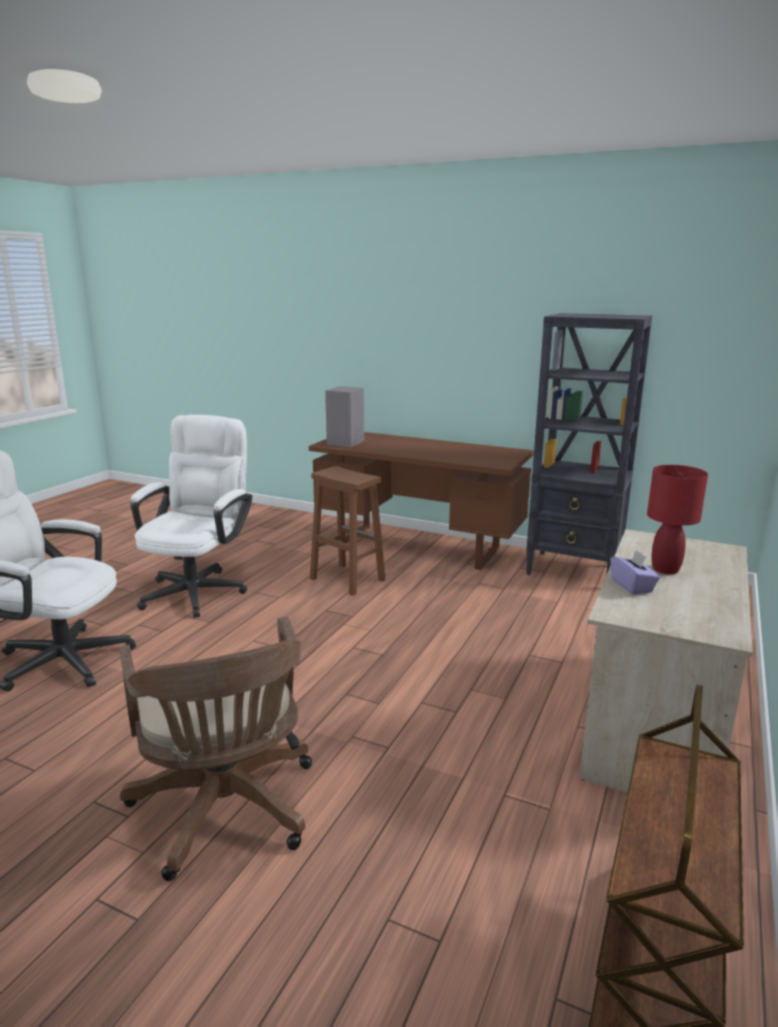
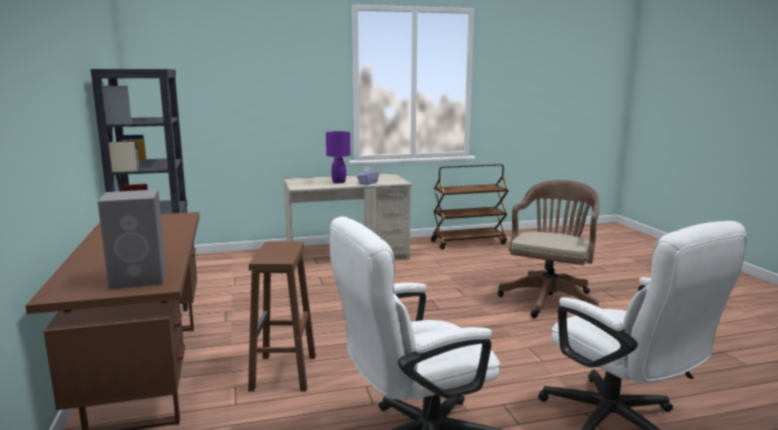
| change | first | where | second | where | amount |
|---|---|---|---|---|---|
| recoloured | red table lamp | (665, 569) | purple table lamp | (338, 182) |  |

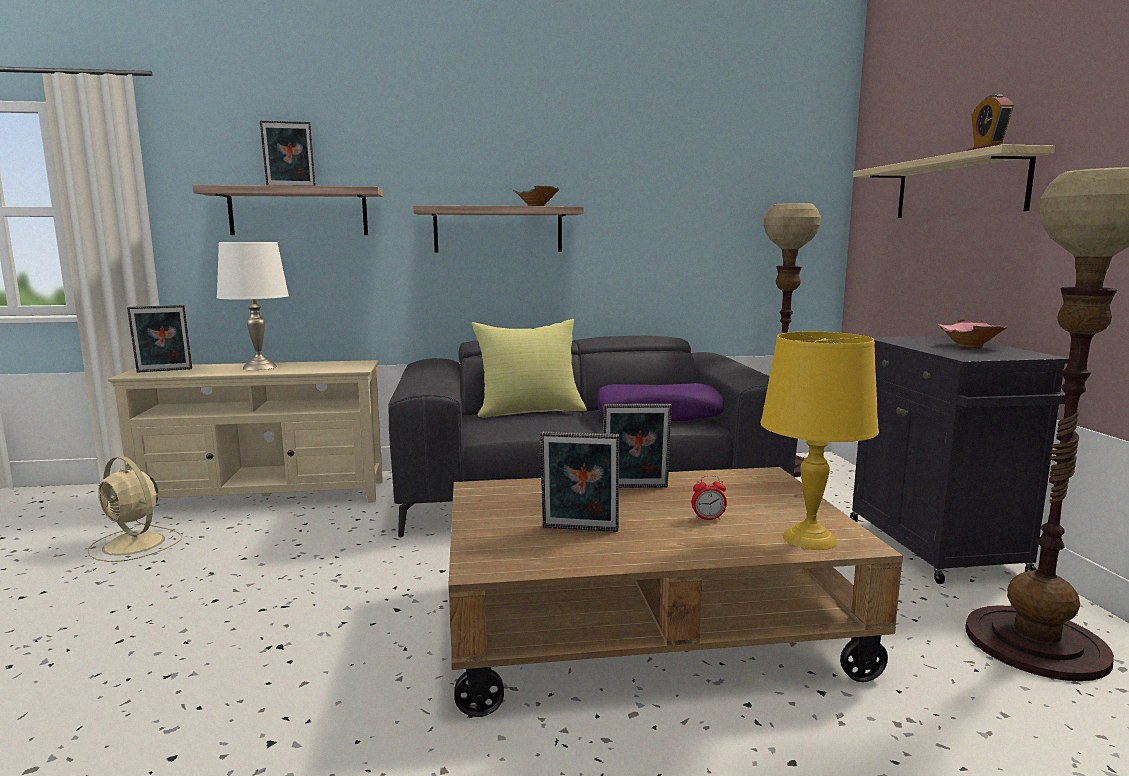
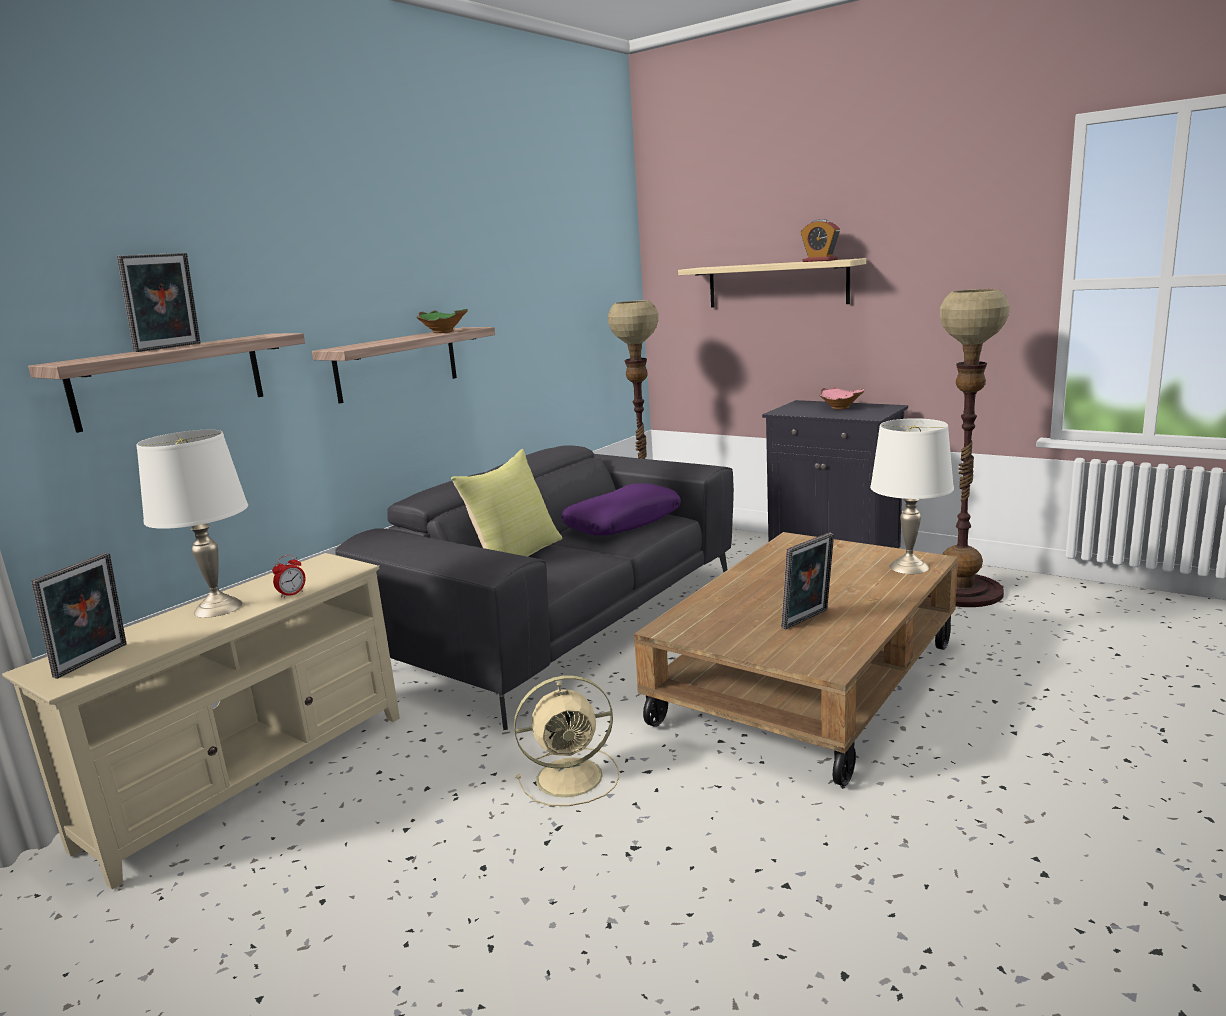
| change | first | where | second | where | amount |
|---|---|---|---|---|---|
| removed | picture frame | (635, 488) |  |  |  |
| moved | beige-coloured electric fan | (135, 544) |  | (572, 776) |  |
| moved | table clock | (708, 518) |  | (292, 594) |  |
| recoloured | yellow table lamp | (809, 539) | whitish table lamp | (909, 567) |  |

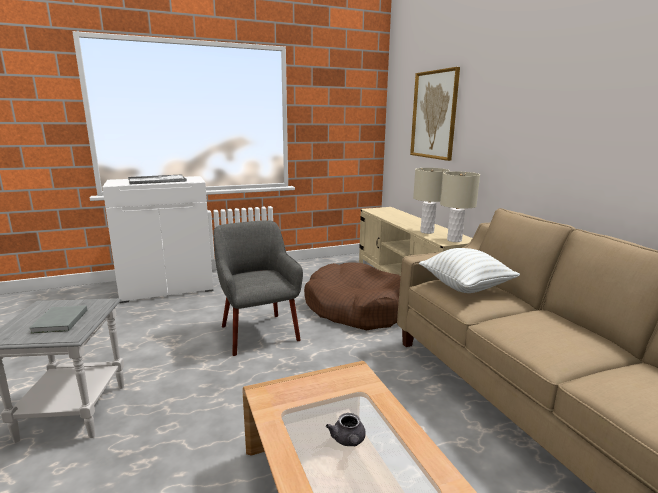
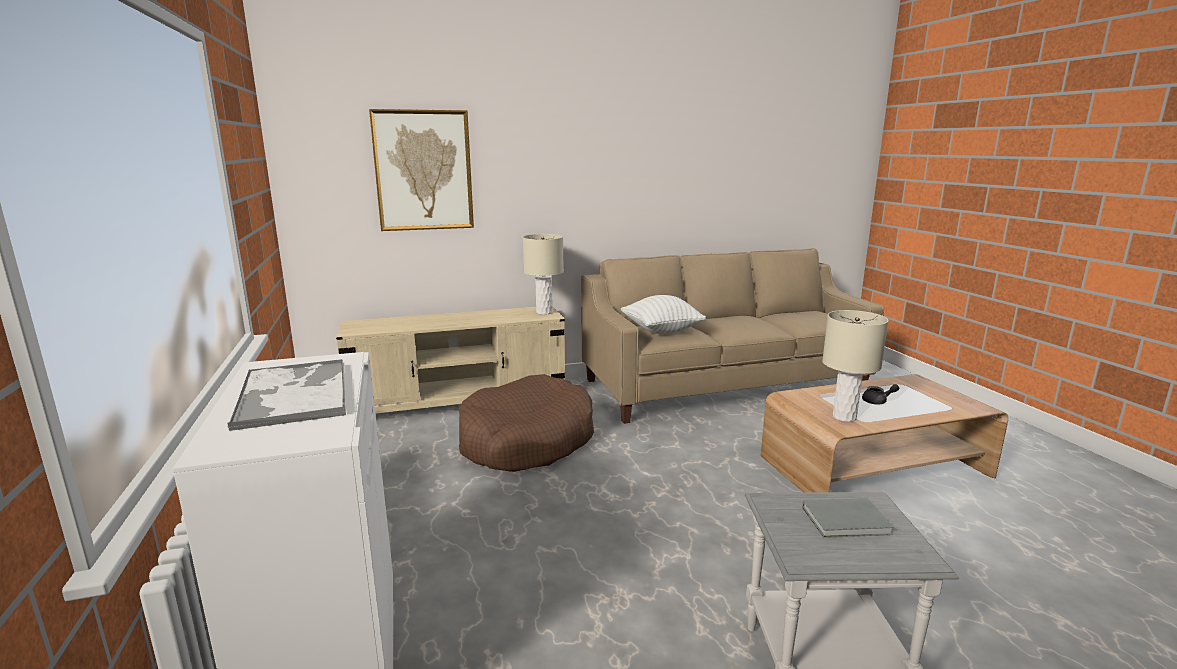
| change | first | where | second | where | amount |
|---|---|---|---|---|---|
| removed | greyish lounge chair | (258, 332) |  |  |  |
| moved | beige-coloured table lamp | (427, 232) |  | (844, 417) |  |

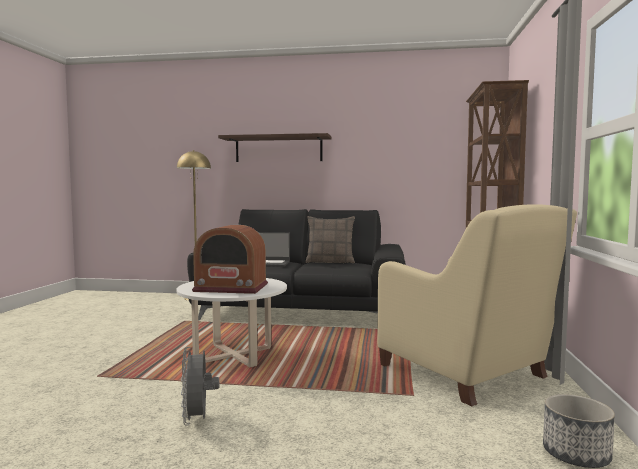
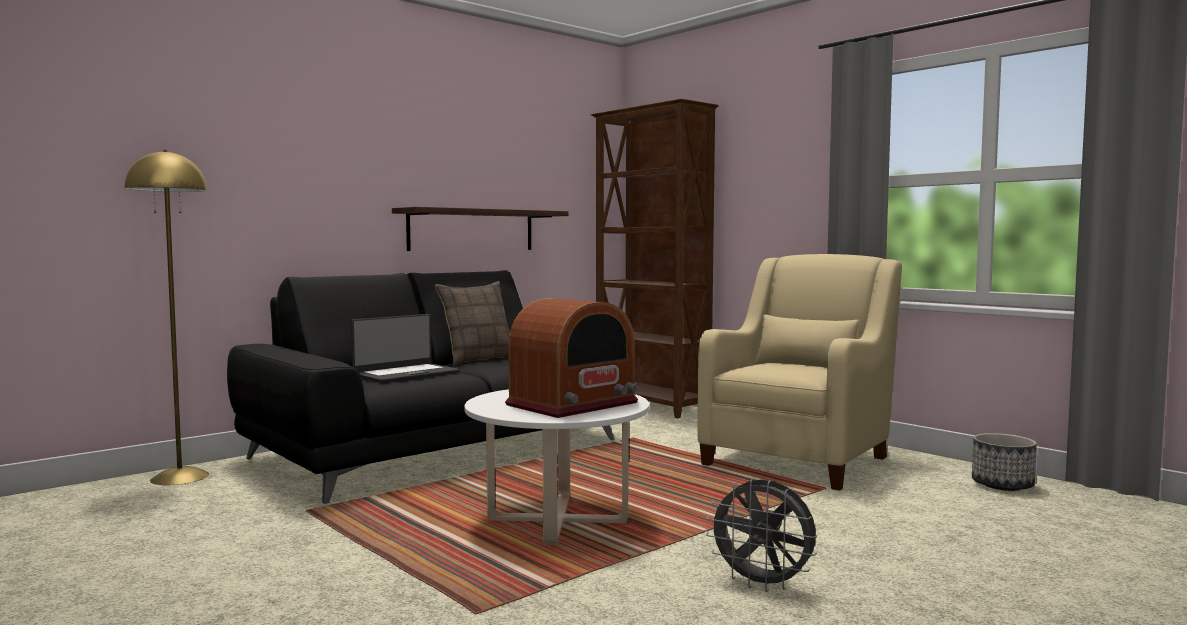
| change | first | where | second | where | amount |
|---|---|---|---|---|---|
| moved | shelf | (278, 149) |  | (472, 230) |  |
| turned | beige-coloured lounge chair | (467, 374) |  | (799, 459) | 60 degrees counterclockwise |

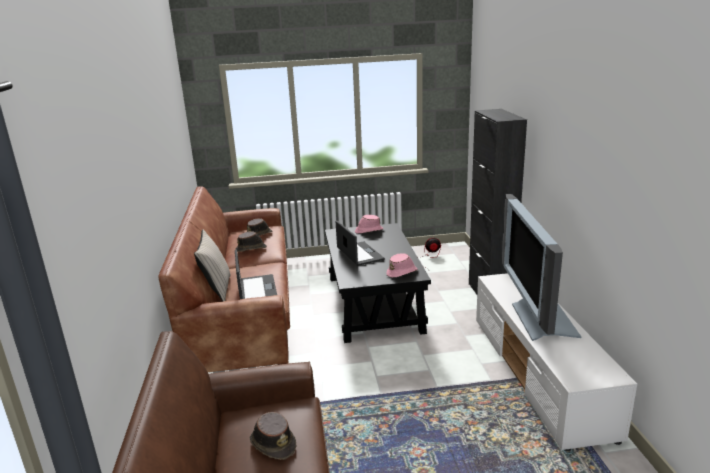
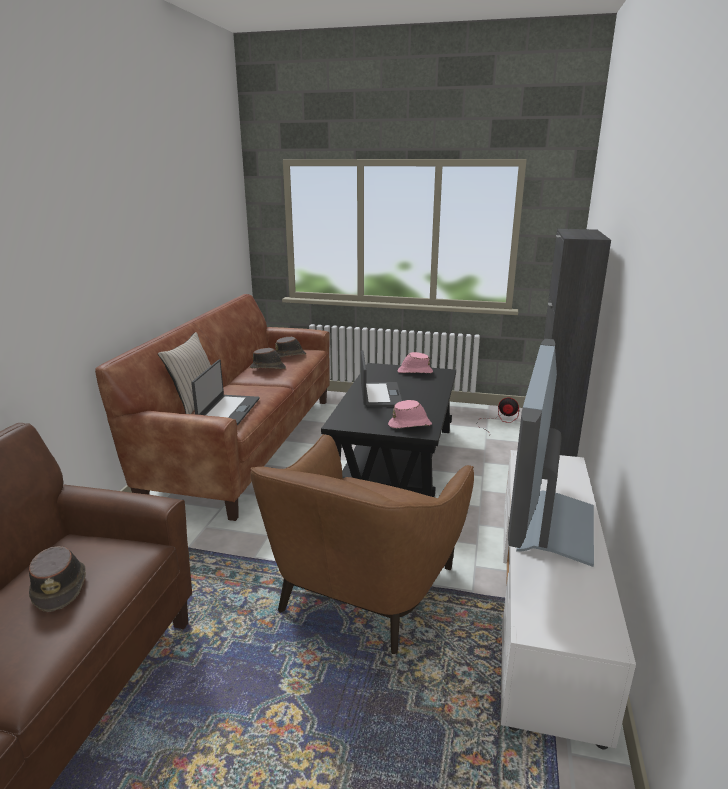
| change | first | where | second | where | amount |
|---|---|---|---|---|---|
| added |  |  | brown lounge chair | (363, 588) |  |

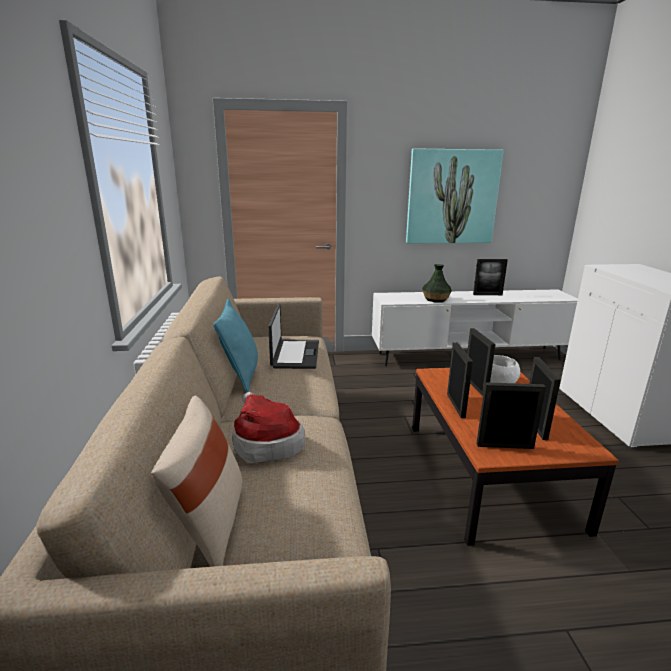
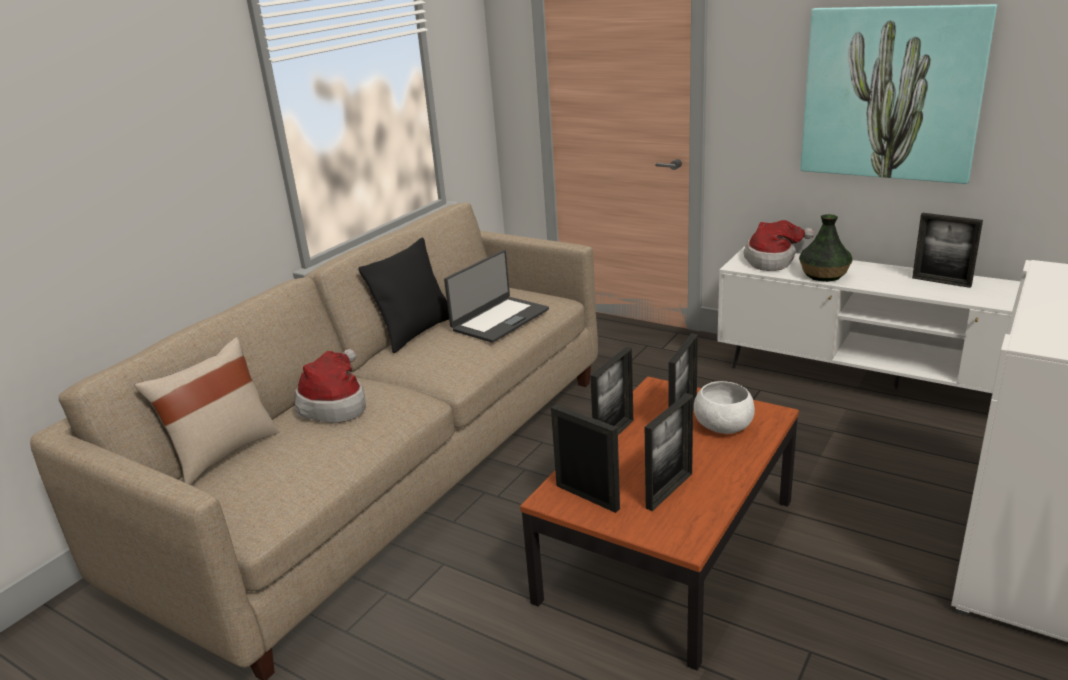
| change | first | where | second | where | amount |
|---|---|---|---|---|---|
| added |  |  | clothing hat | (773, 260) |  |
| recoloured | blue-green pillow | (241, 376) | blackish pillow | (415, 332) |  |

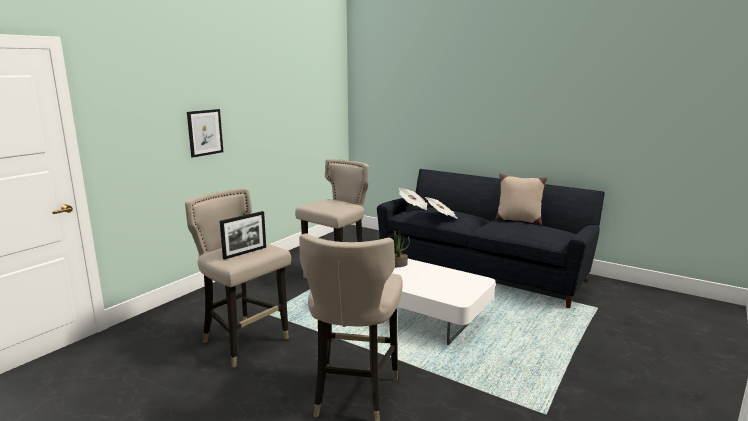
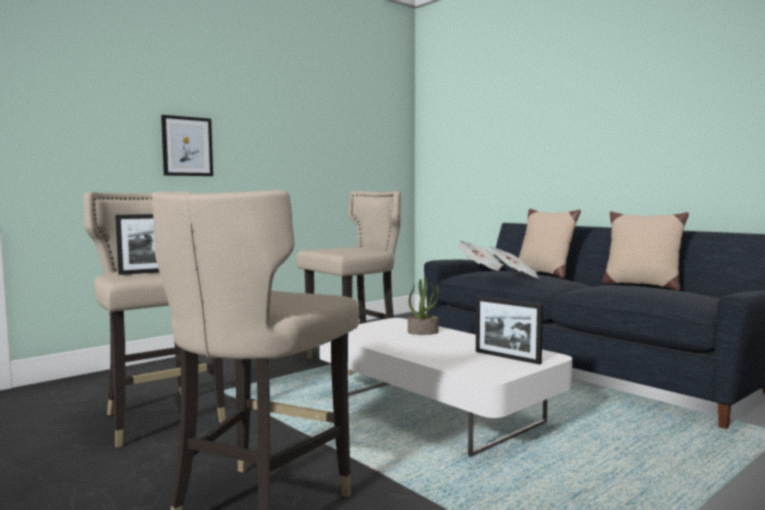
| change | first | where | second | where | amount |
|---|---|---|---|---|---|
| added |  |  | picture frame | (507, 357) |  |
| added |  |  | beige-coloured pillow | (544, 273) |  |

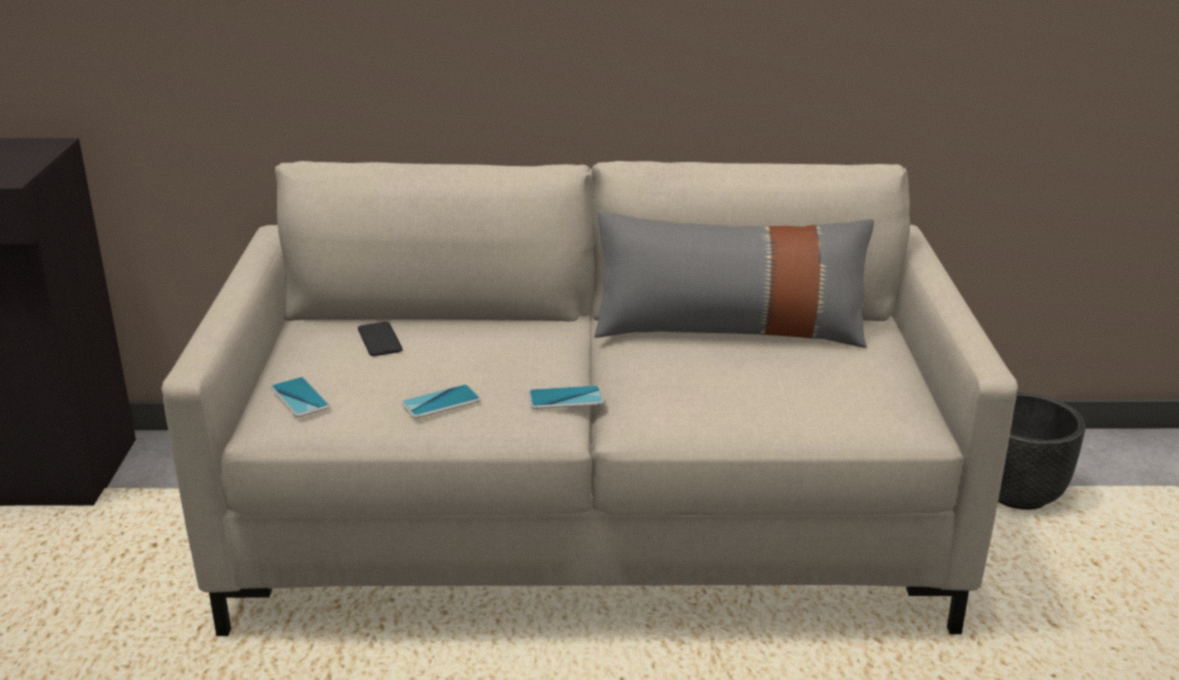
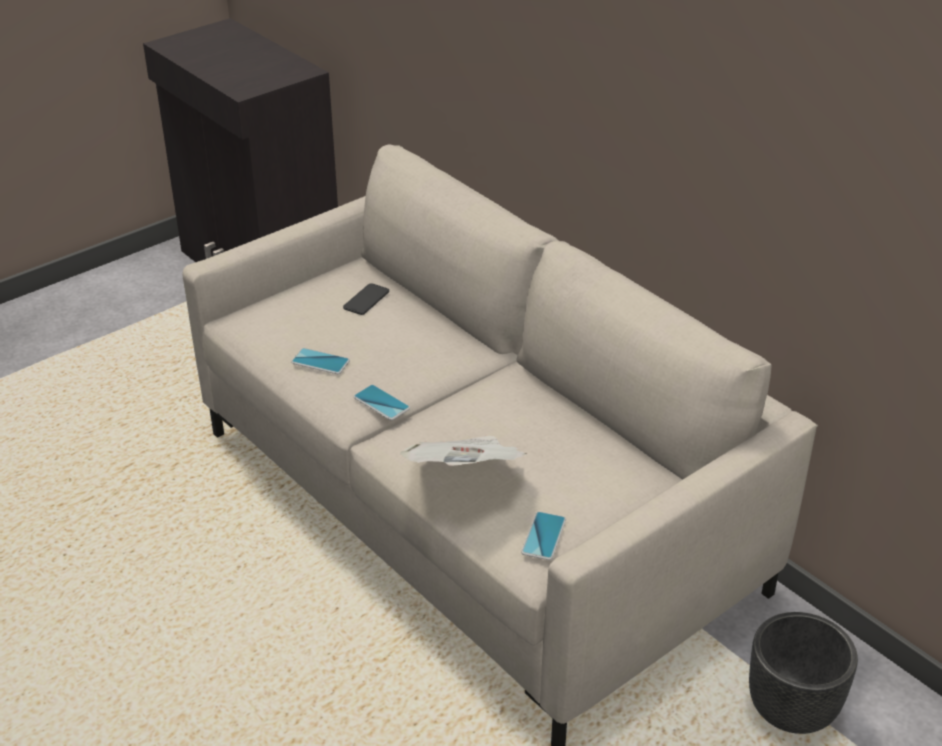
| change | first | where | second | where | amount |
|---|---|---|---|---|---|
| removed | greyish pillow | (729, 329) |  |  |  |
| added |  |  | daily paper | (465, 476) |  |
| moved | handset | (300, 398) |  | (543, 536) |  |

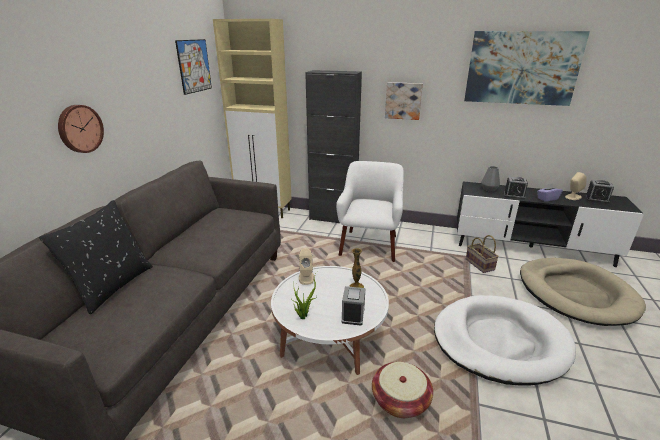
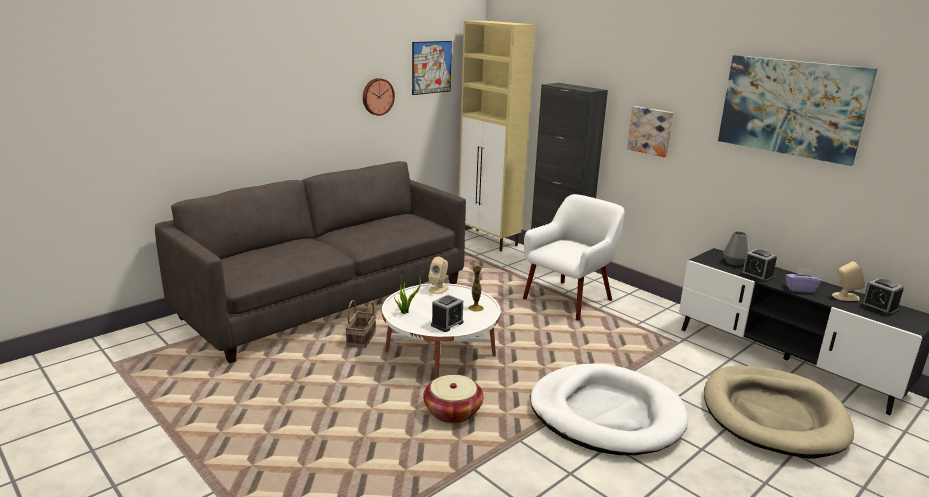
| change | first | where | second | where | amount |
|---|---|---|---|---|---|
| removed | blackish pillow | (112, 286) |  |  |  |
| moved | wall clock | (79, 128) |  | (377, 96) |  |
| moved | storage basket | (480, 265) |  | (361, 339) |  |

